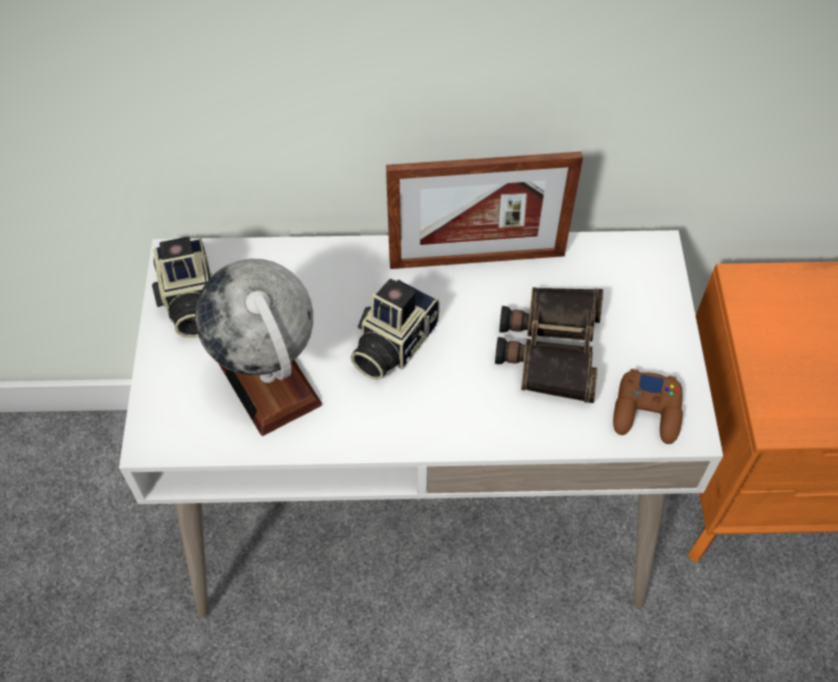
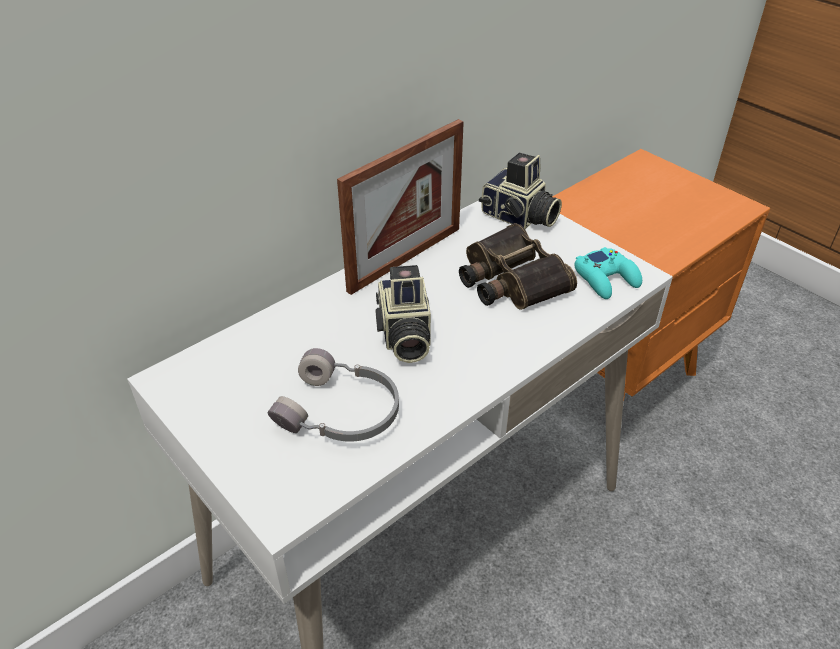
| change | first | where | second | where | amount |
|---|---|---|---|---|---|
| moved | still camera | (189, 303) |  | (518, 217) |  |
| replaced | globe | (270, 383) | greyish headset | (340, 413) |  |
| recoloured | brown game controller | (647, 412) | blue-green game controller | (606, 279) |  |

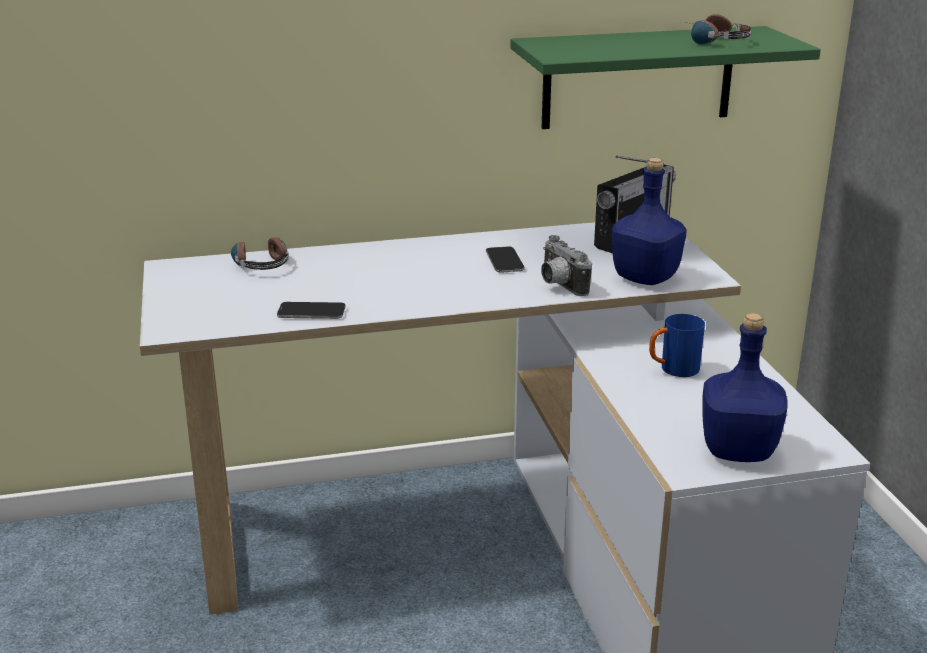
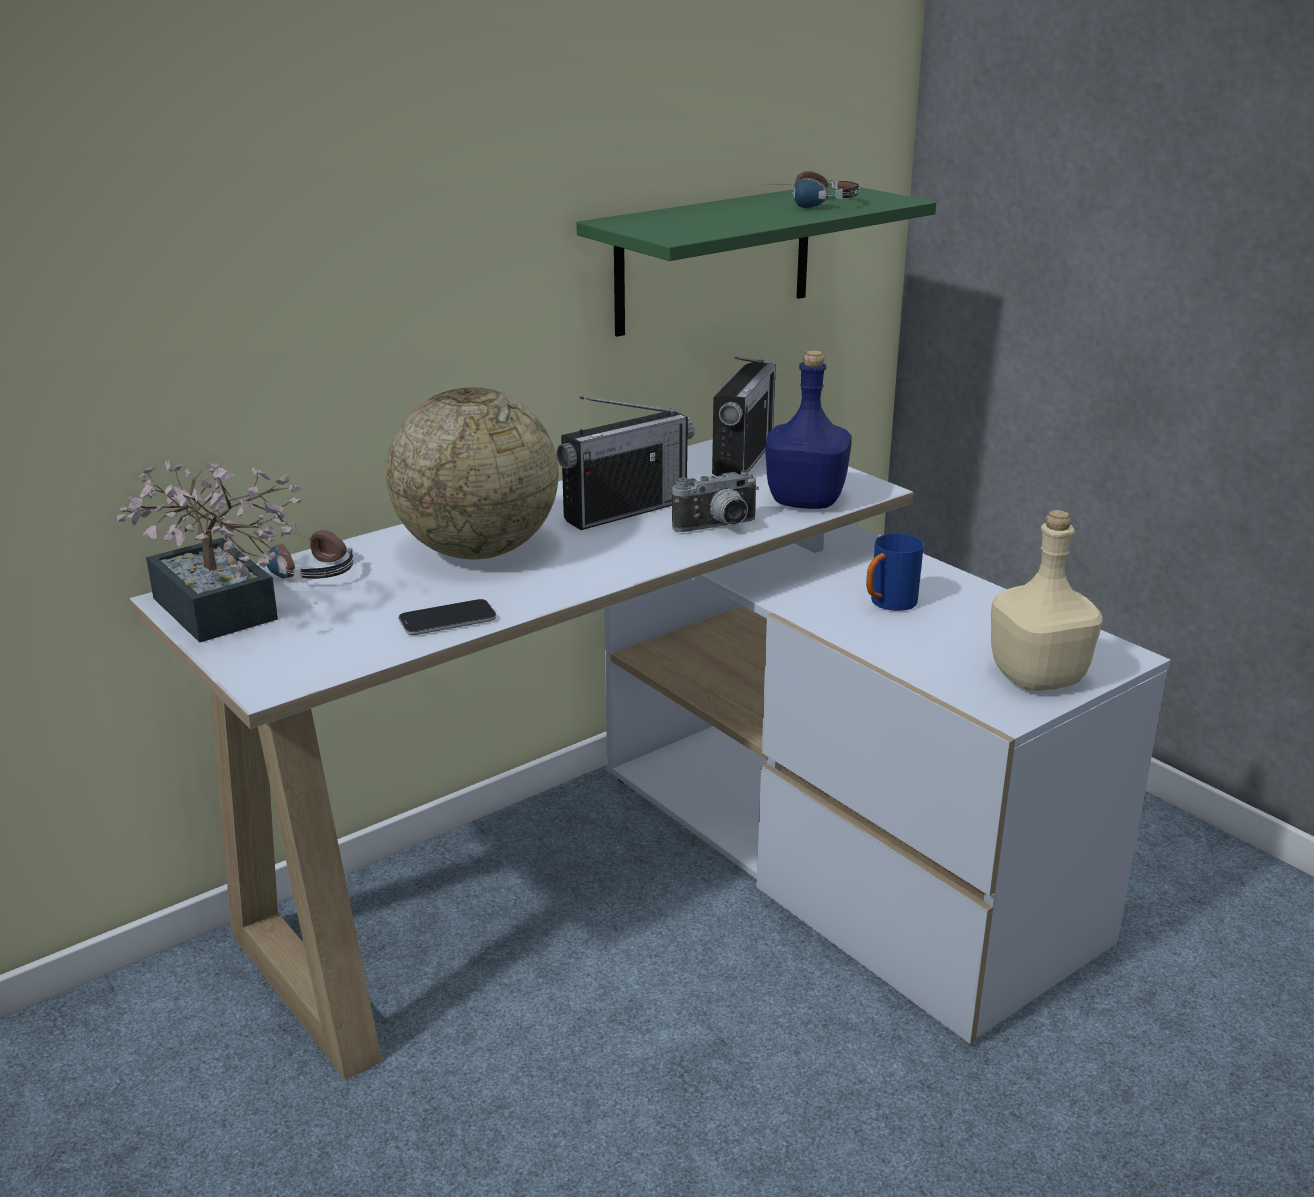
| change | first | where | second | where | amount |
|---|---|---|---|---|---|
| added |  |  | houseplant | (219, 615) |  |
| added |  |  | globe | (477, 551) |  |
| replaced | handset | (504, 261) | radio set | (625, 511) |  |
| recoloured | blue bottle | (737, 449) | beige-coloured bottle | (1036, 677) |  |
| turned | still camera | (558, 285) |  | (719, 528) | 60 degrees counterclockwise |

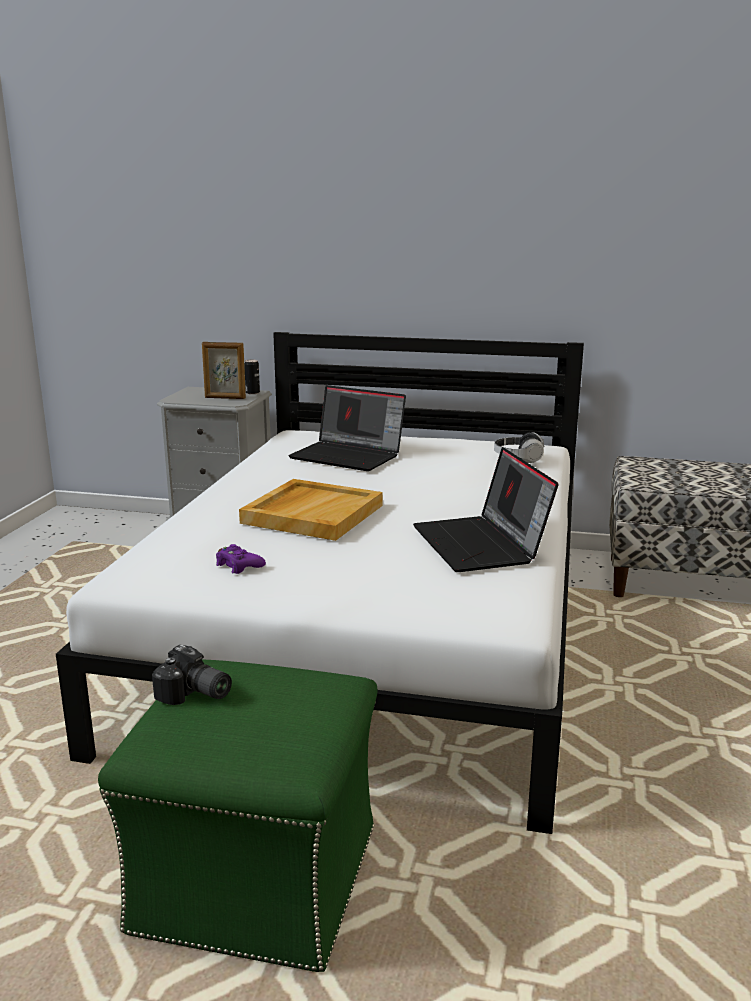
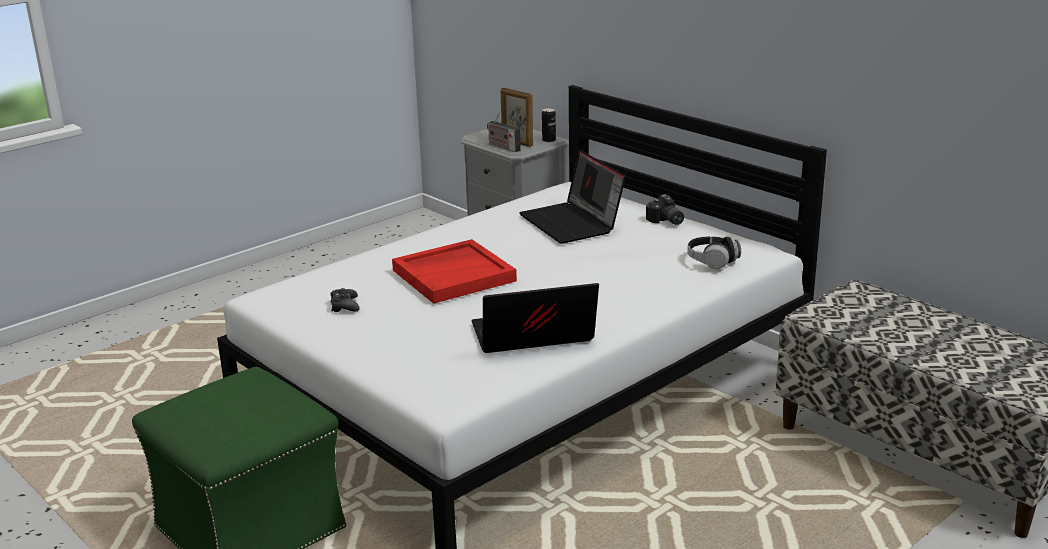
| change | first | where | second | where | amount |
|---|---|---|---|---|---|
| added |  |  | radio set | (502, 147) |  |
| moved | still camera | (194, 695) |  | (665, 221) |  |
| recoloured | purple game controller | (238, 566) | blackish game controller | (344, 306) |  |
| recoloured | beige-coloured serving tray | (312, 513) | red serving tray | (454, 275) |  |
| turned | notebook computer | (481, 545) |  | (531, 338) | 60 degrees clockwise |

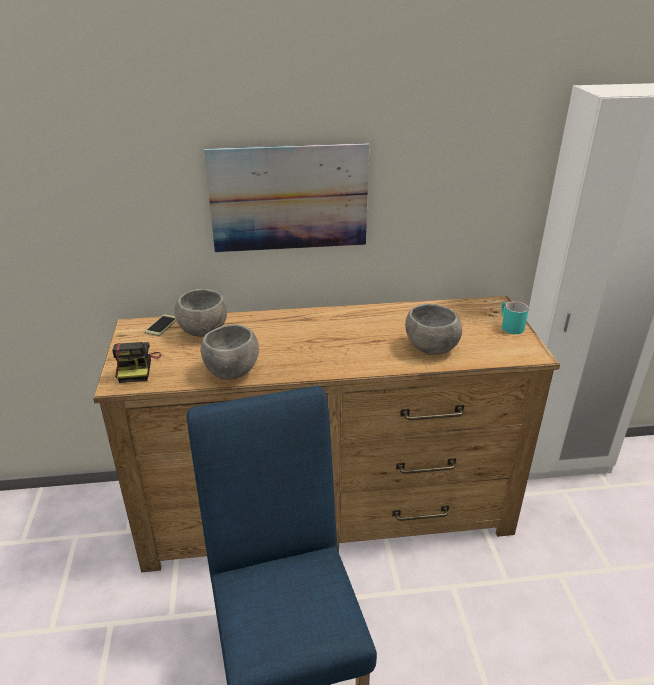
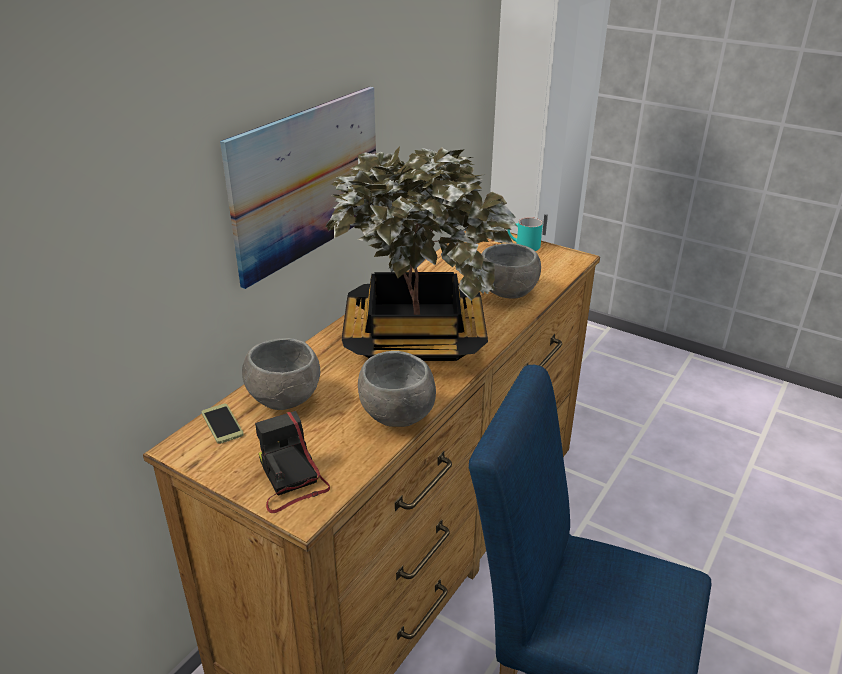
| change | first | where | second | where | amount |
|---|---|---|---|---|---|
| added |  |  | houseplant | (414, 337) |  |
| turned | still camera | (137, 367) |  | (290, 480) | 150 degrees counterclockwise |

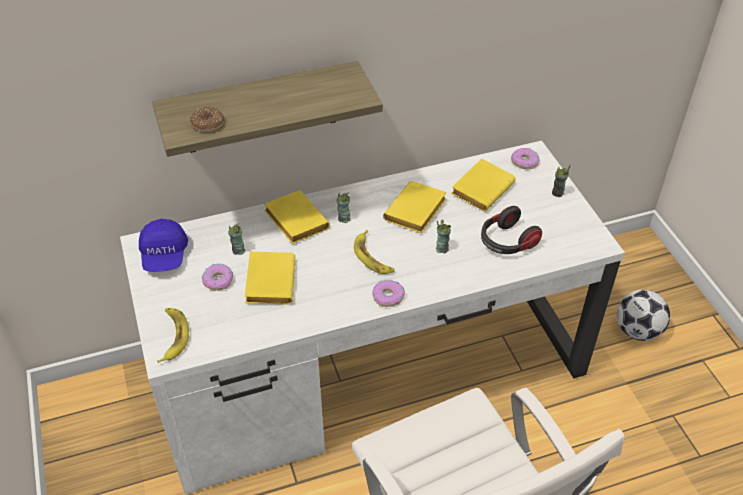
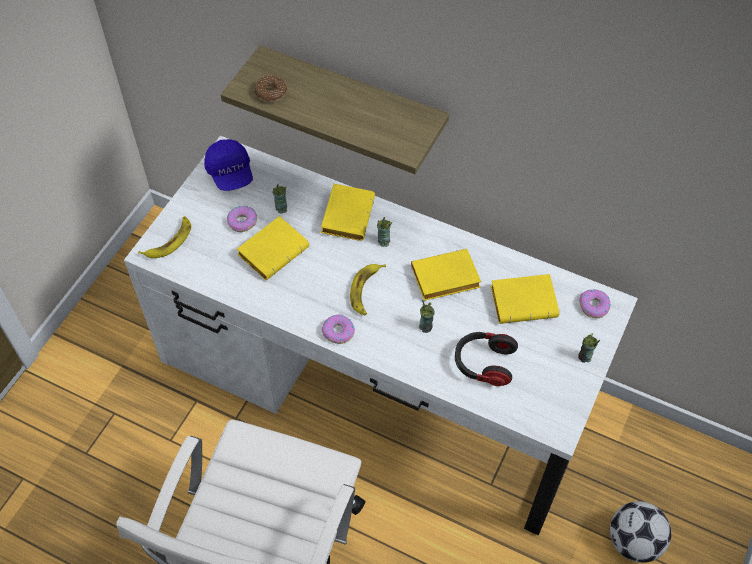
| change | first | where | second | where | amount |
|---|---|---|---|---|---|
| turned | blue baseball cap | (164, 255) |  | (230, 173) | 60 degrees counterclockwise |

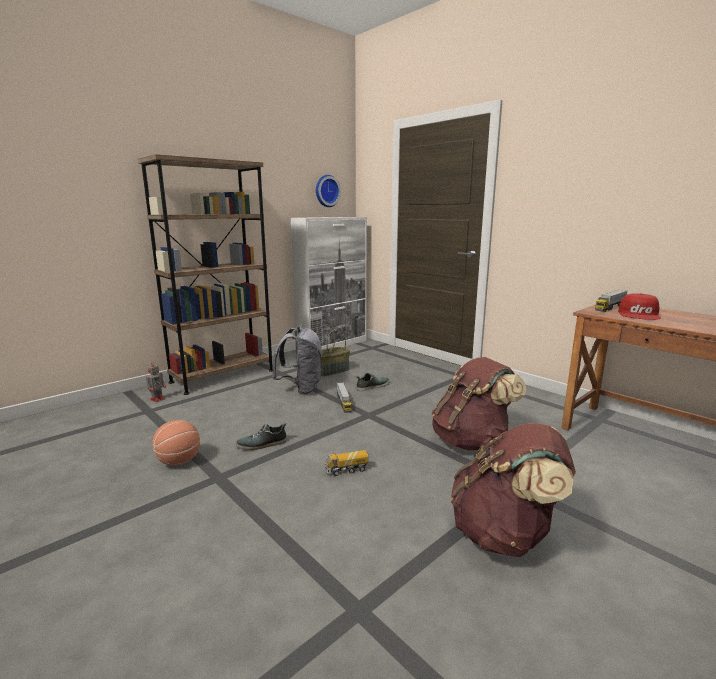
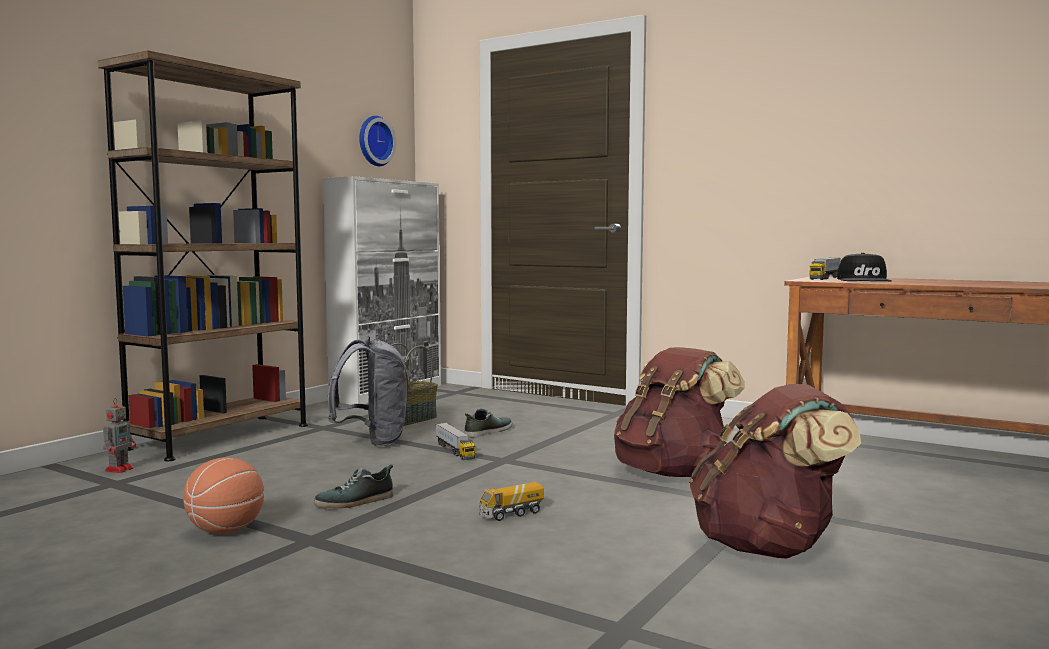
| change | first | where | second | where | amount |
|---|---|---|---|---|---|
| recoloured | red baseball cap | (639, 314) | blackish baseball cap | (864, 280) |  |

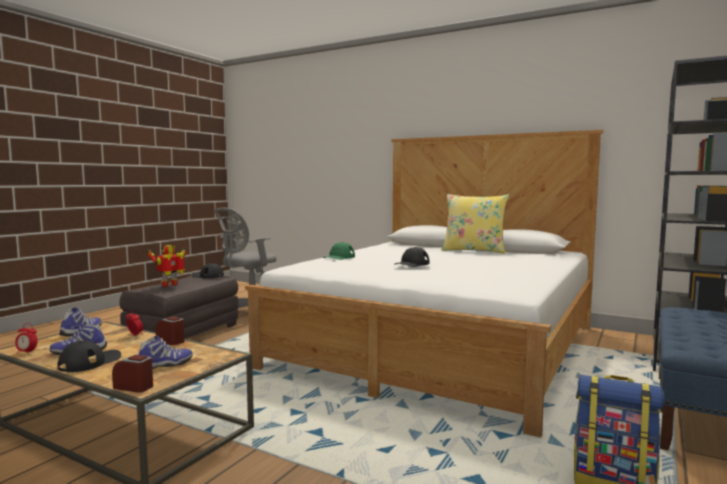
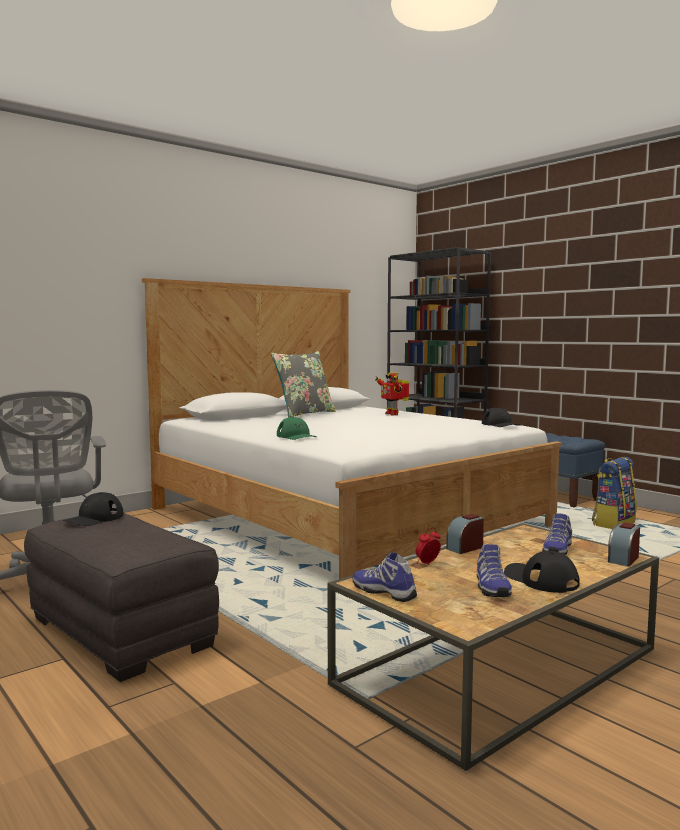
| change | first | where | second | where | amount |
|---|---|---|---|---|---|
| removed | table clock | (27, 352) |  |  |  |
| moved | toy robot | (170, 285) |  | (392, 414) |  |
| moved | blackish baseball cap | (412, 264) |  | (500, 424) |  |
| recoloured | yellow pillow | (474, 250) | greyish pillow | (304, 414) |  |
| turned | low shoe | (165, 365) |  | (556, 550) | 135 degrees counterclockwise |

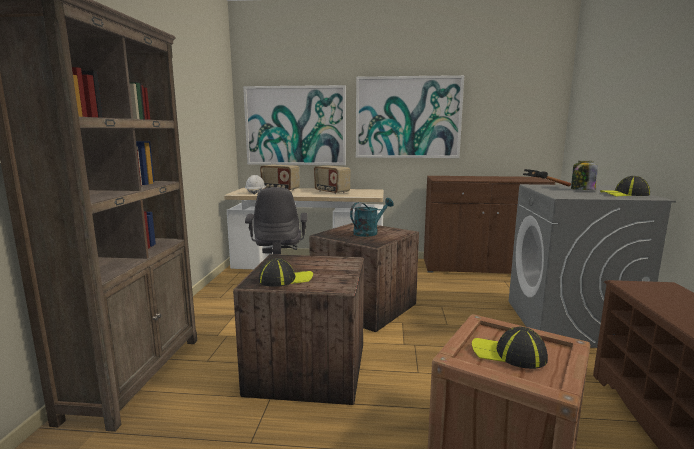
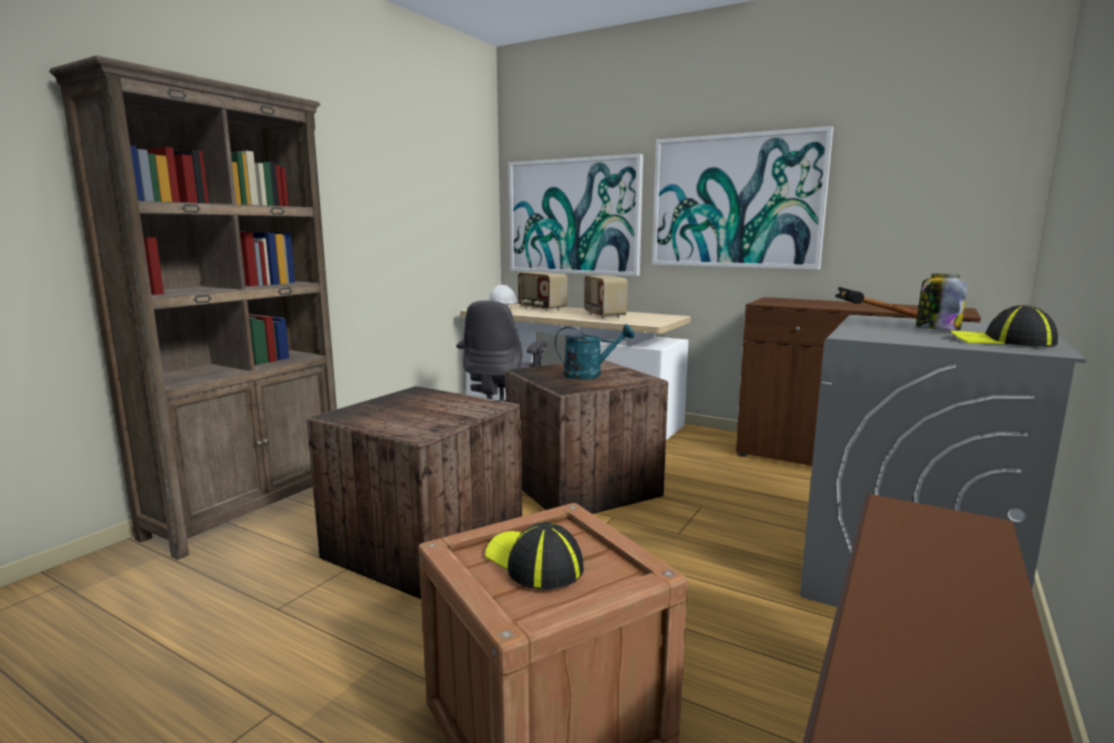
| change | first | where | second | where | amount |
|---|---|---|---|---|---|
| removed | baseball cap | (285, 279) |  |  |  |

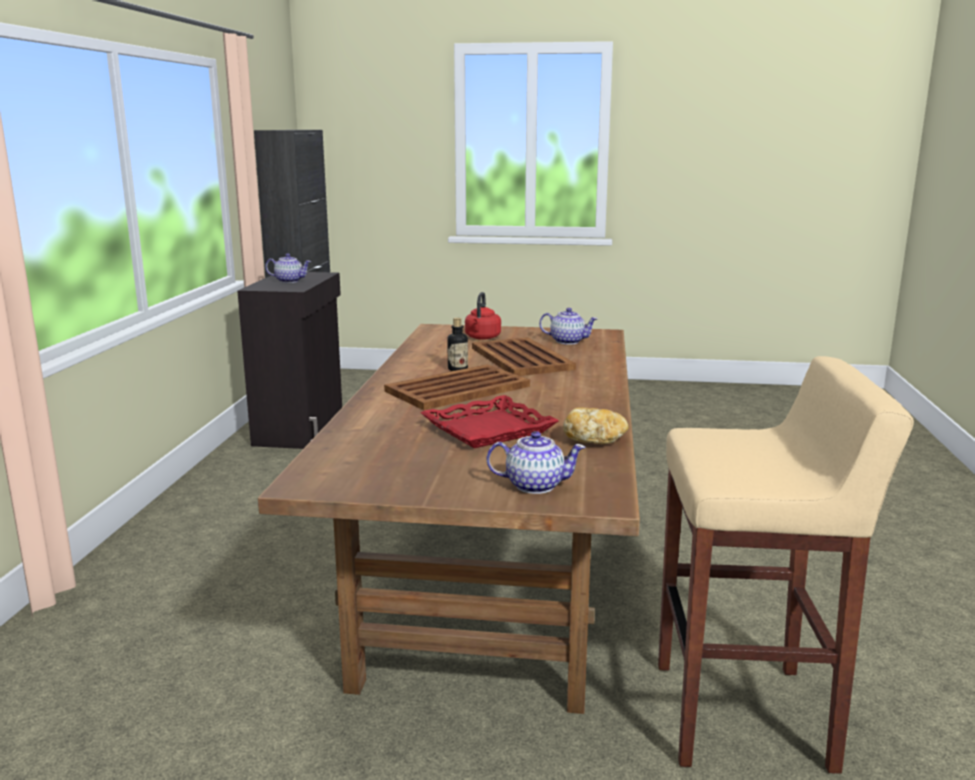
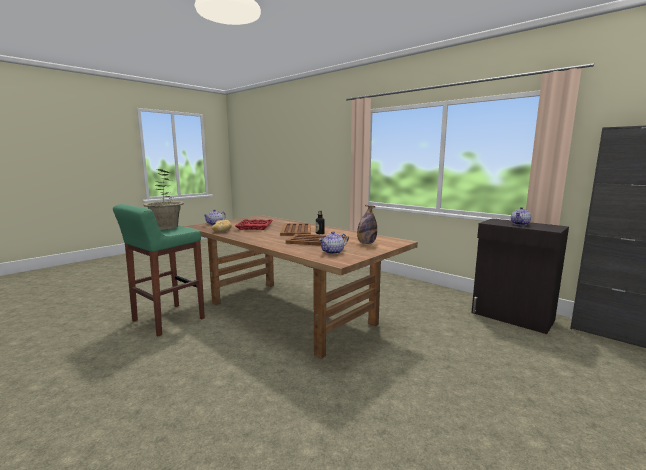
| change | first | where | second | where | amount |
|---|---|---|---|---|---|
| added |  |  | houseplant | (166, 227) |  |
| replaced | red water kettle | (482, 338) | bottle | (366, 243) |  |
| recoloured | beige-coloured stool seat | (745, 716) | green stool seat | (167, 320) |  |

